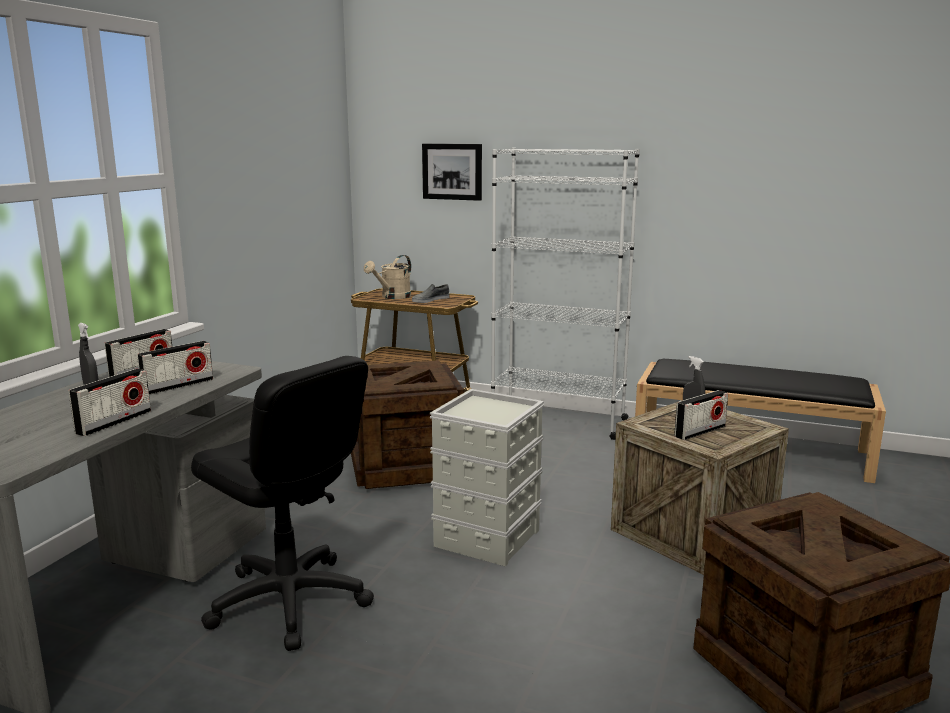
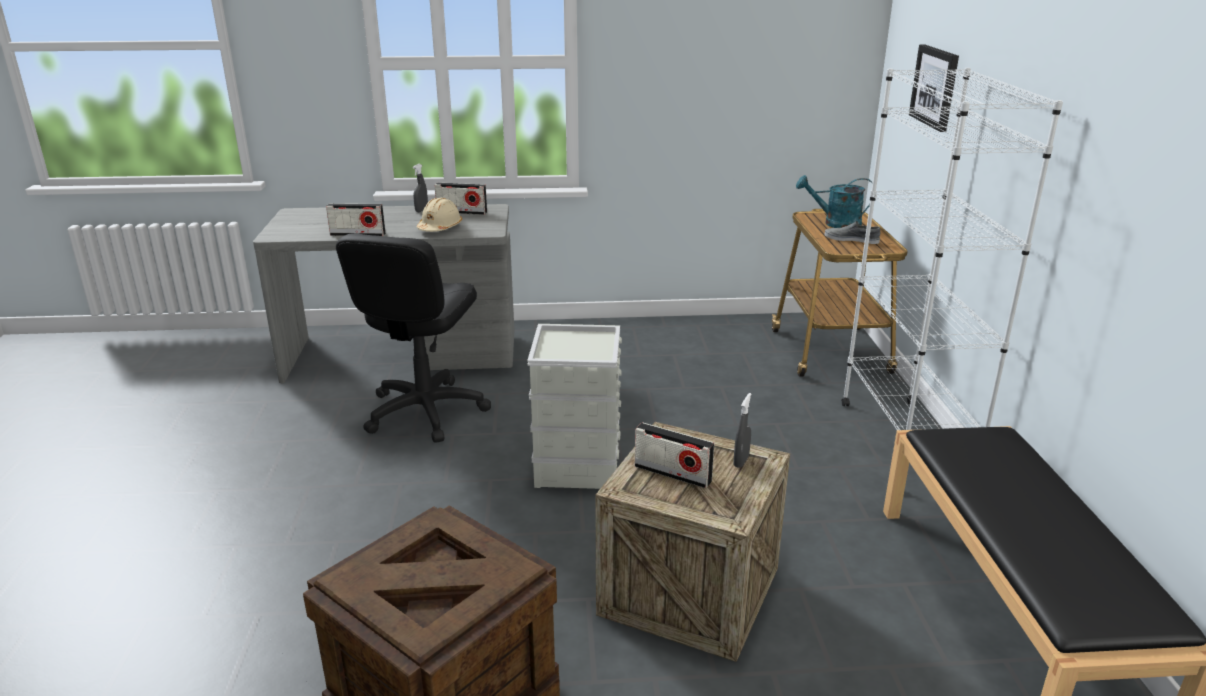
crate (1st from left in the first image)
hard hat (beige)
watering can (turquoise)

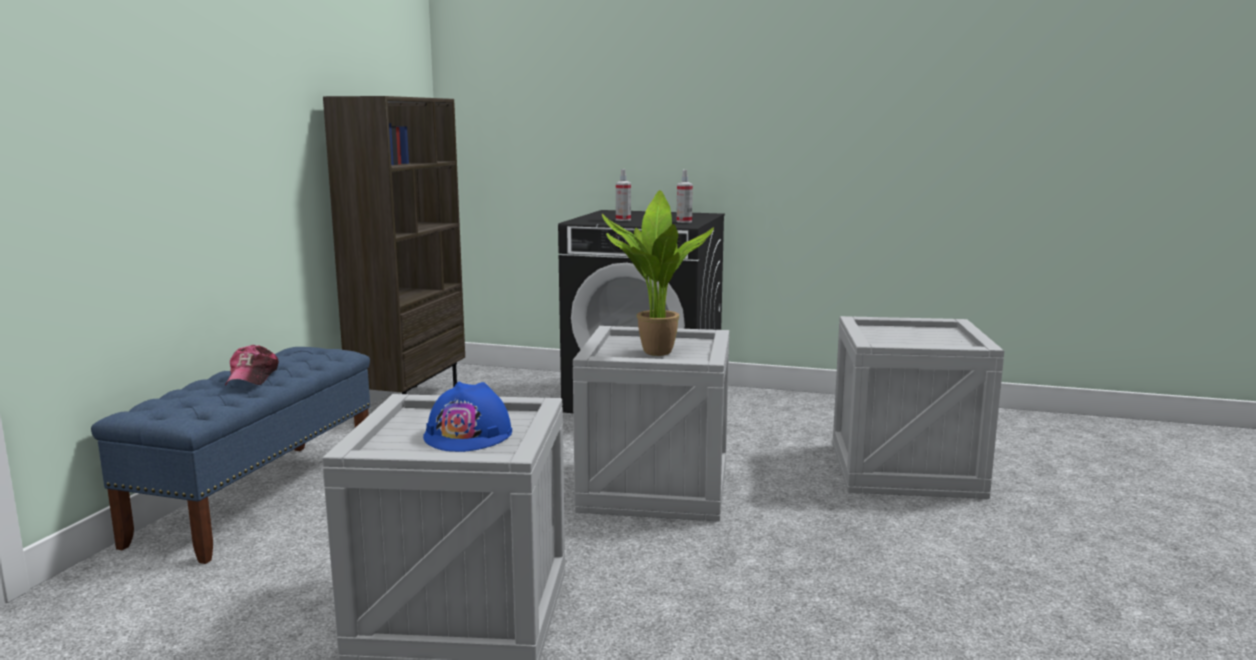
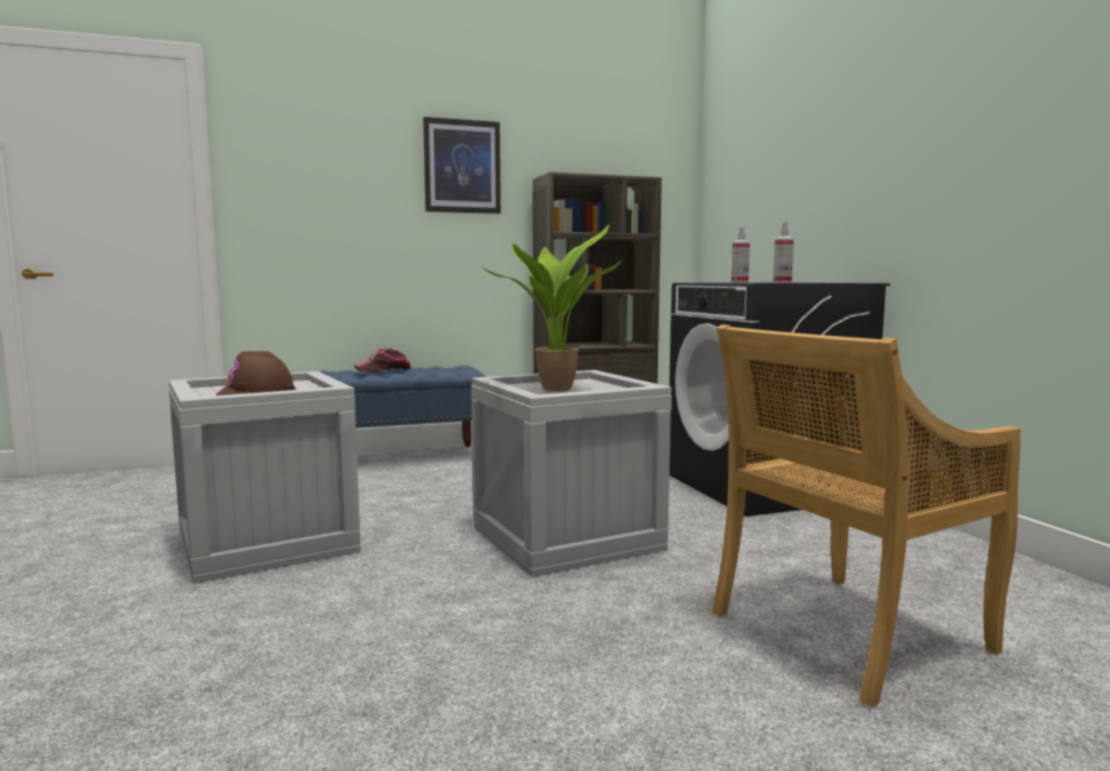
picture
chair (beige)
hard hat (brown)

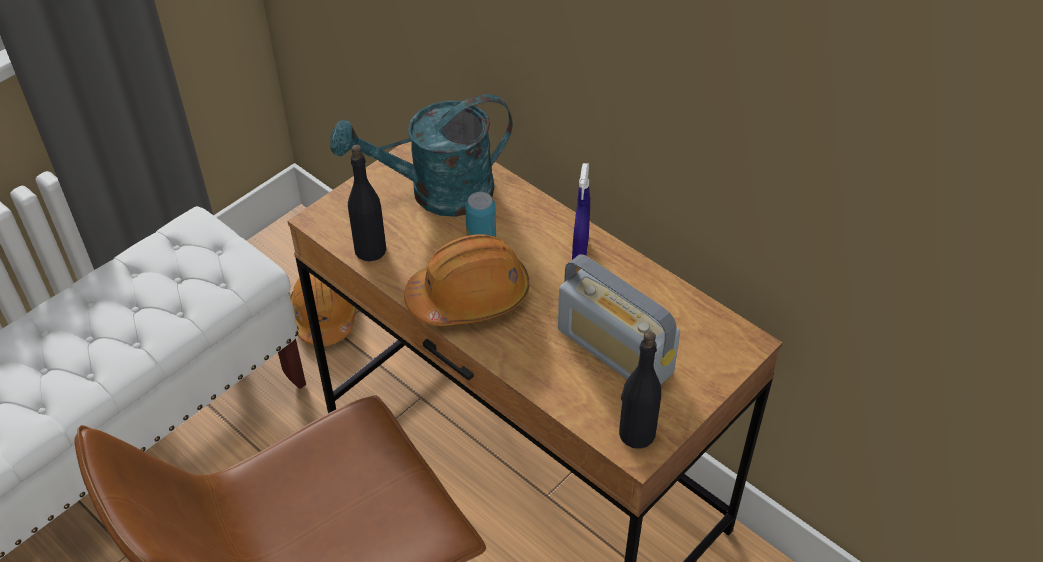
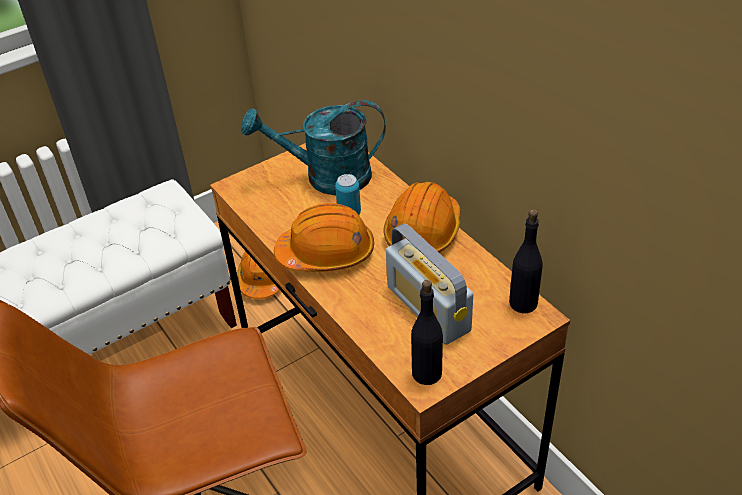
bottle (black) (2nd from left)
hard hat (orange) (3rd from left)

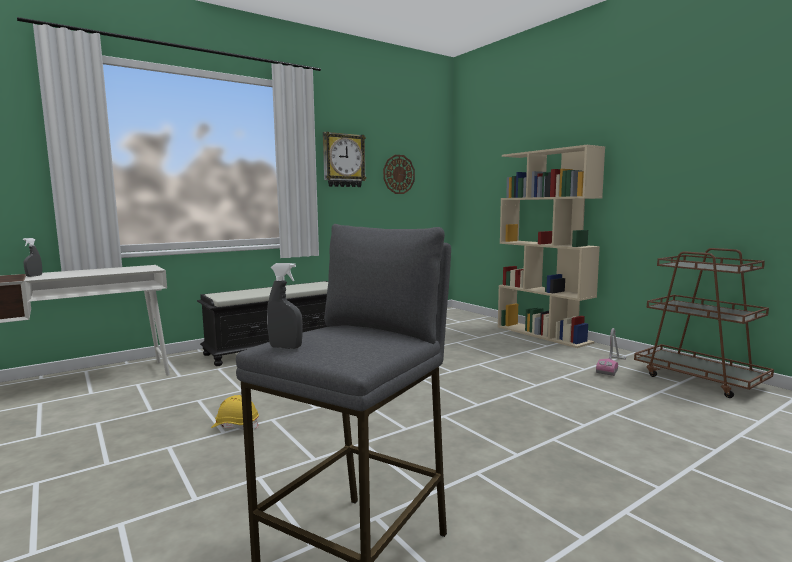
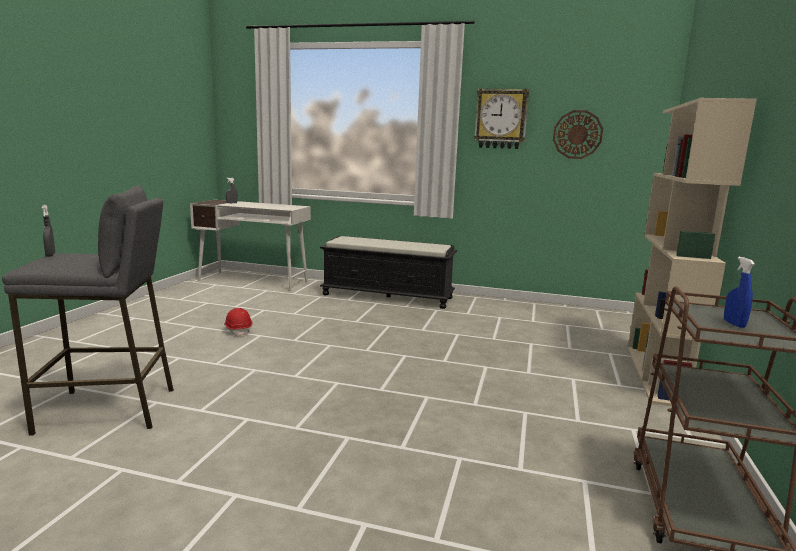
vacuum cleaner
spray bottle (blue)
hard hat (red)

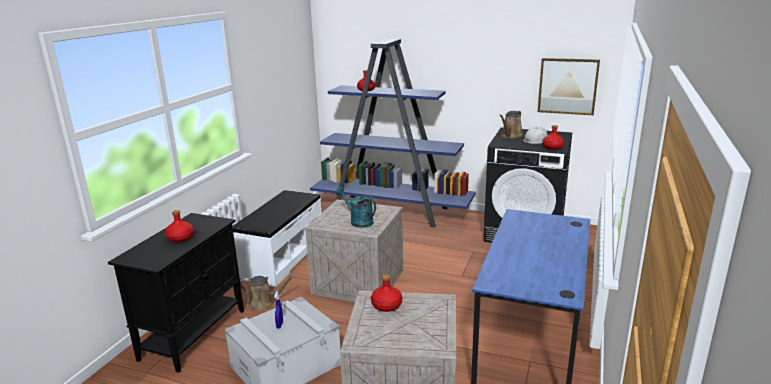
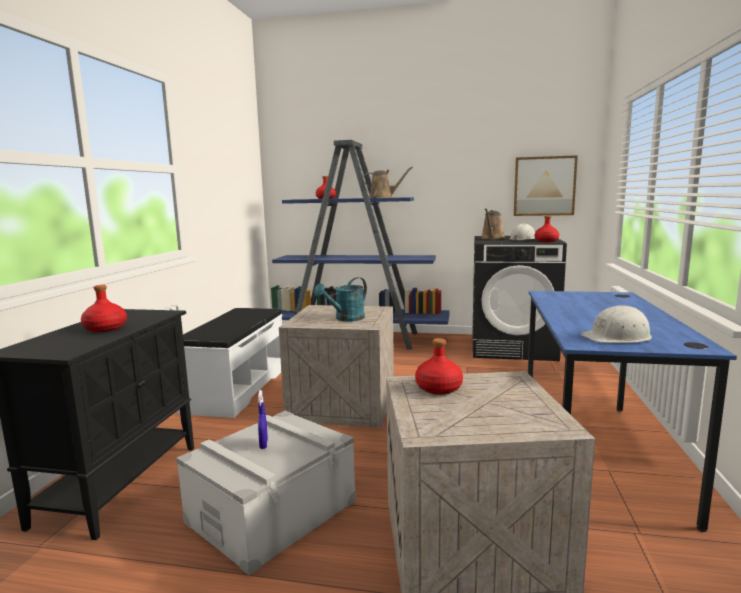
hard hat (white) (2nd from left)
watering can (brown) (1st from left)
watering can (turquoise)

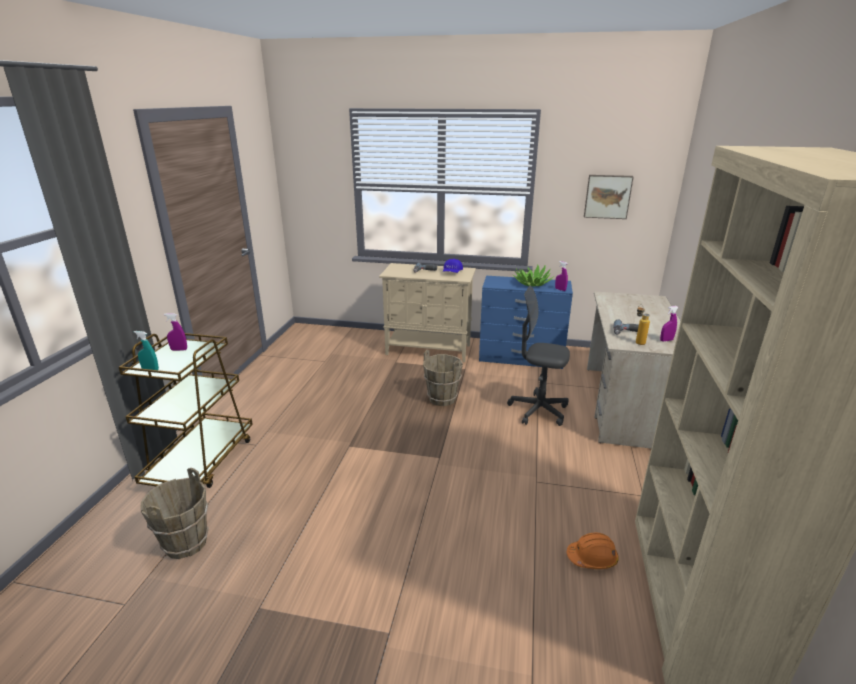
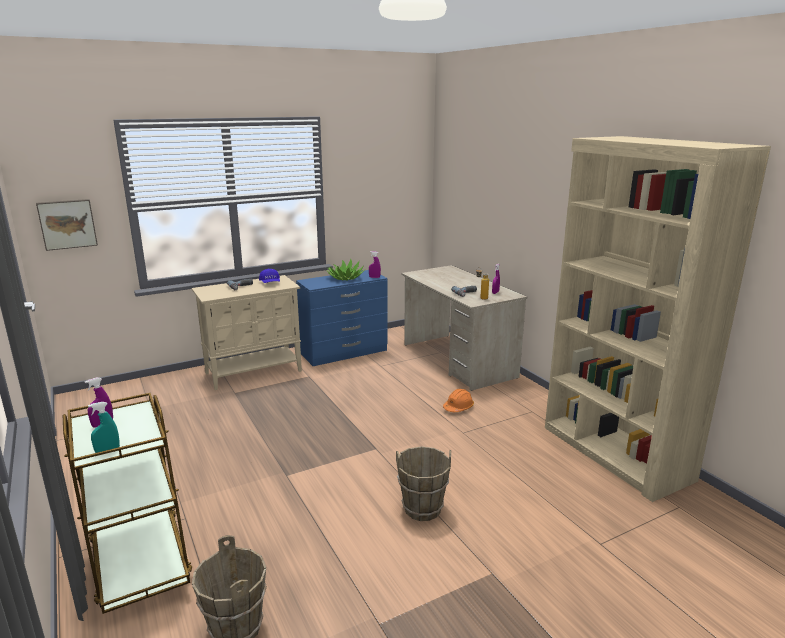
office chair (grey)
bucket (brown) (2nd from left)
hard hat (orange)
picture

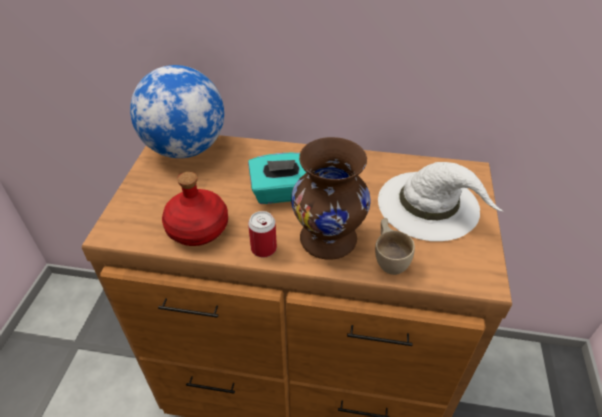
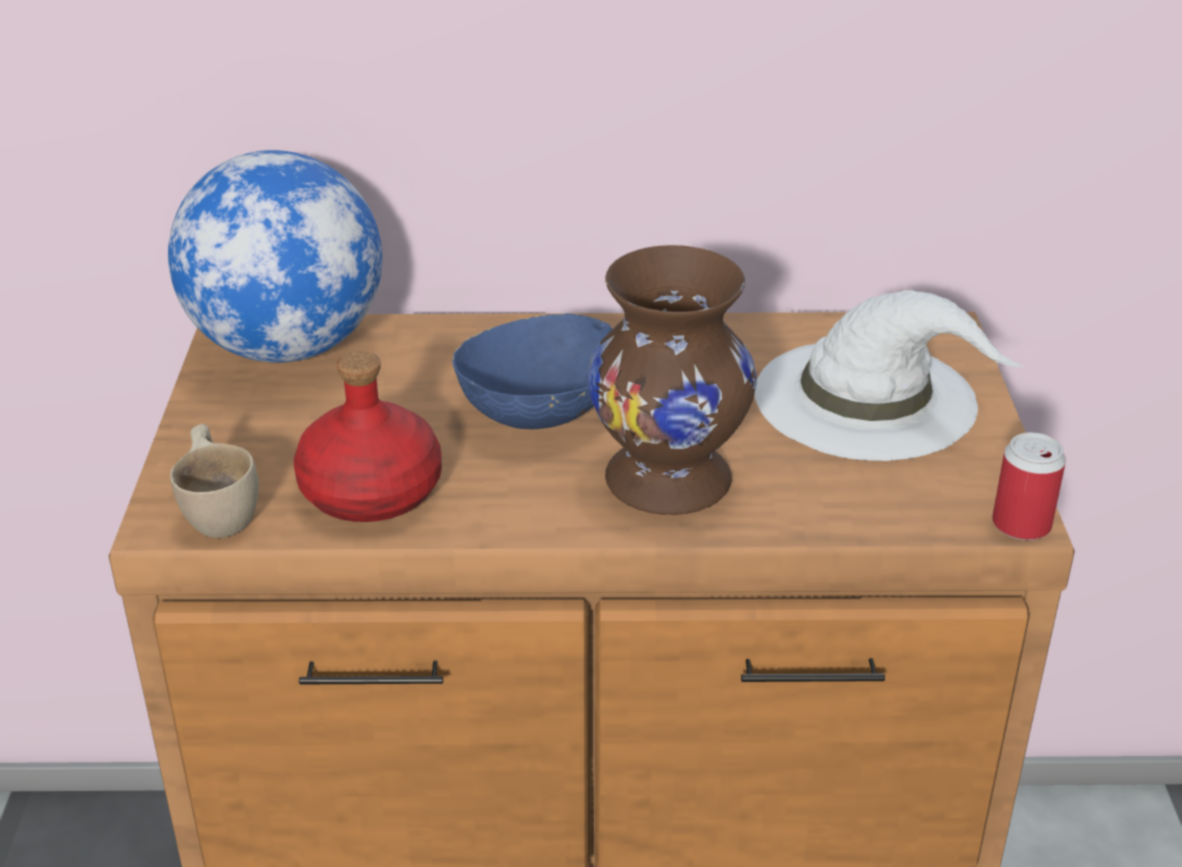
can
cup (beige)
bowl (blue)

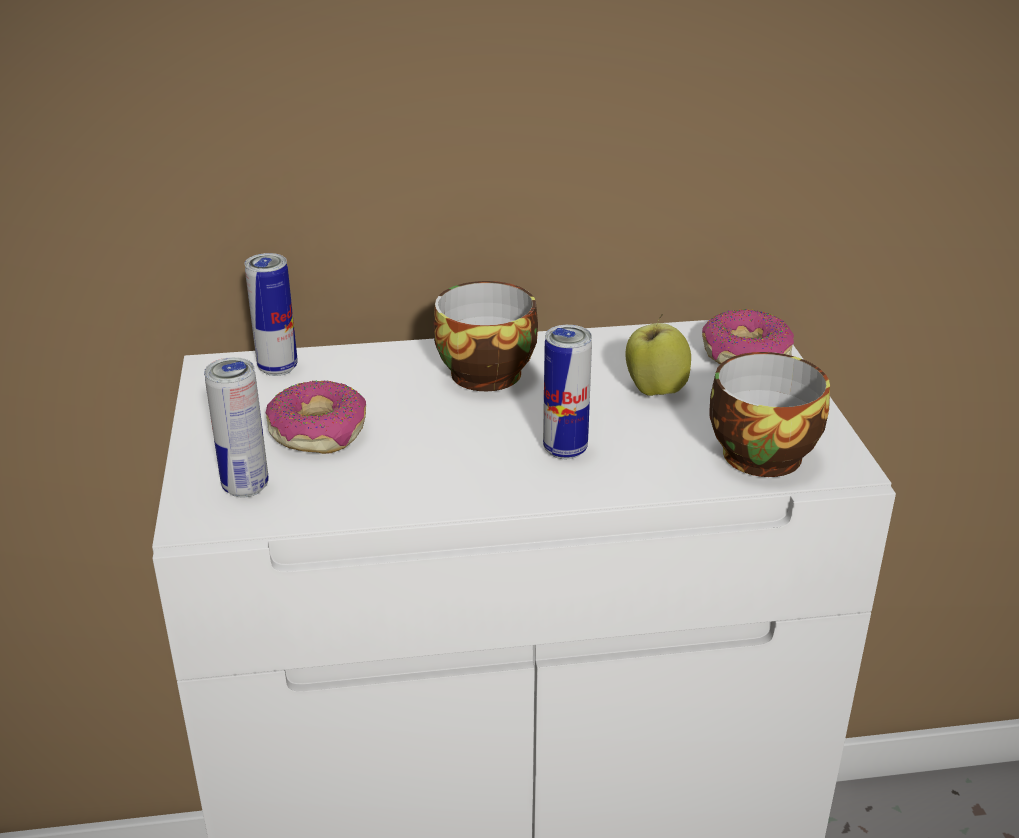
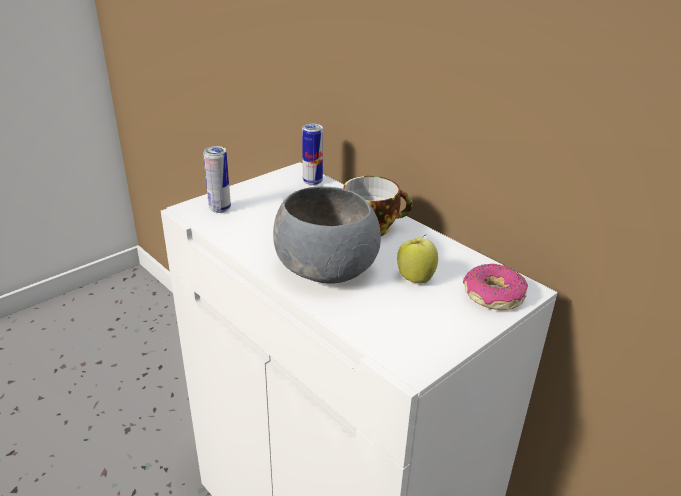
donut (1st from left in the first image)
cup (2nd from left in the first image)
bowl (grey)

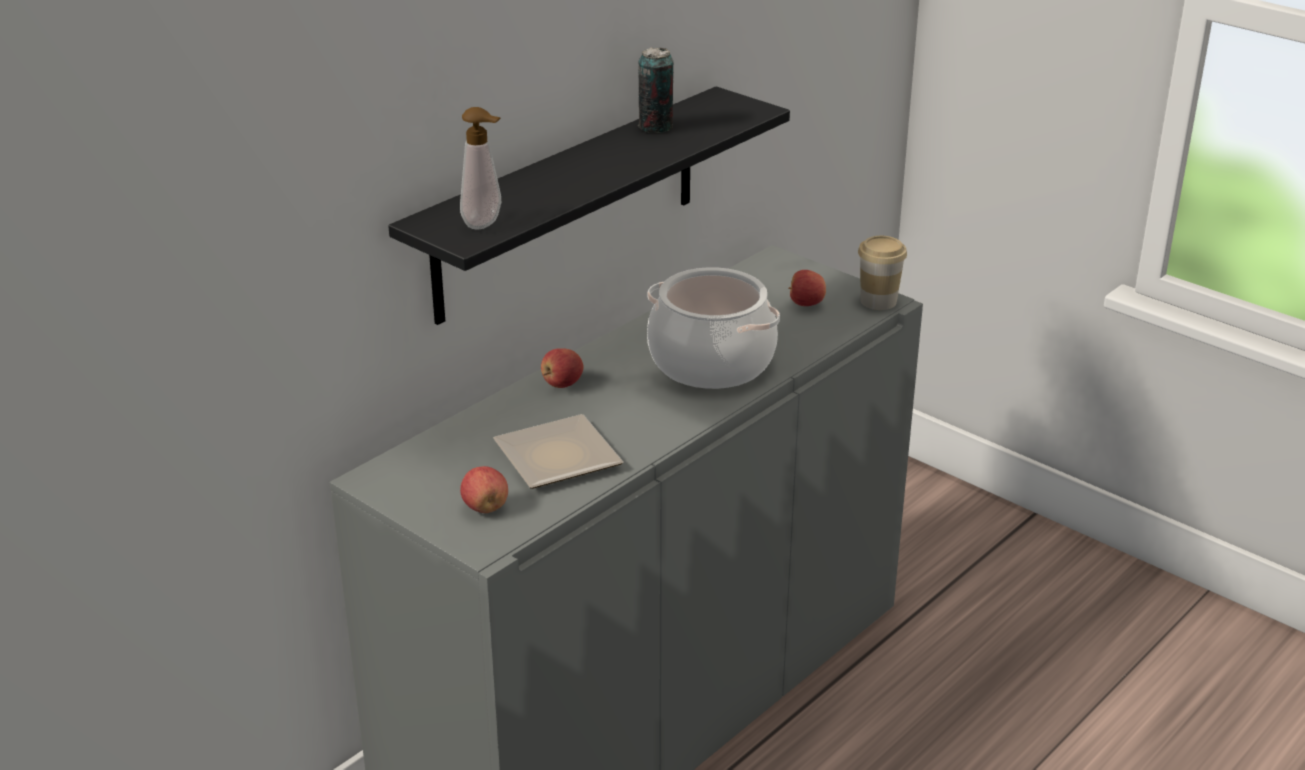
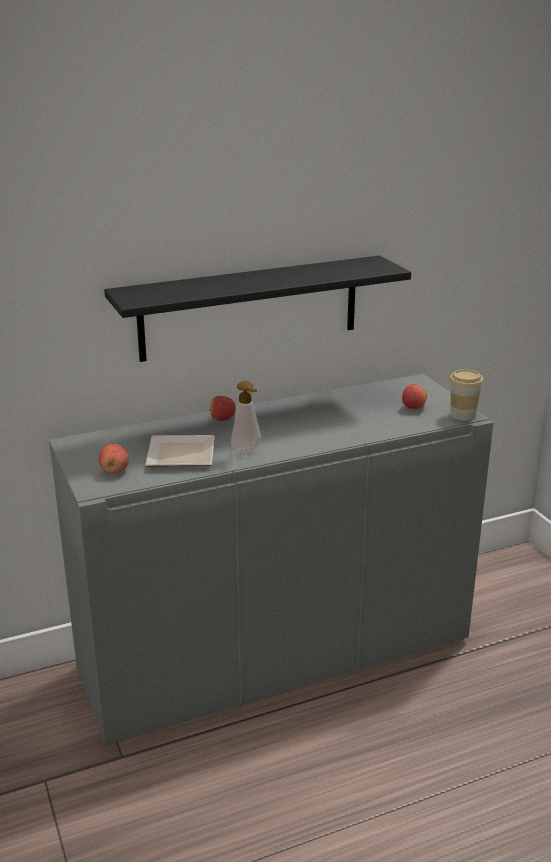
can
cooking pot
soap dispenser

